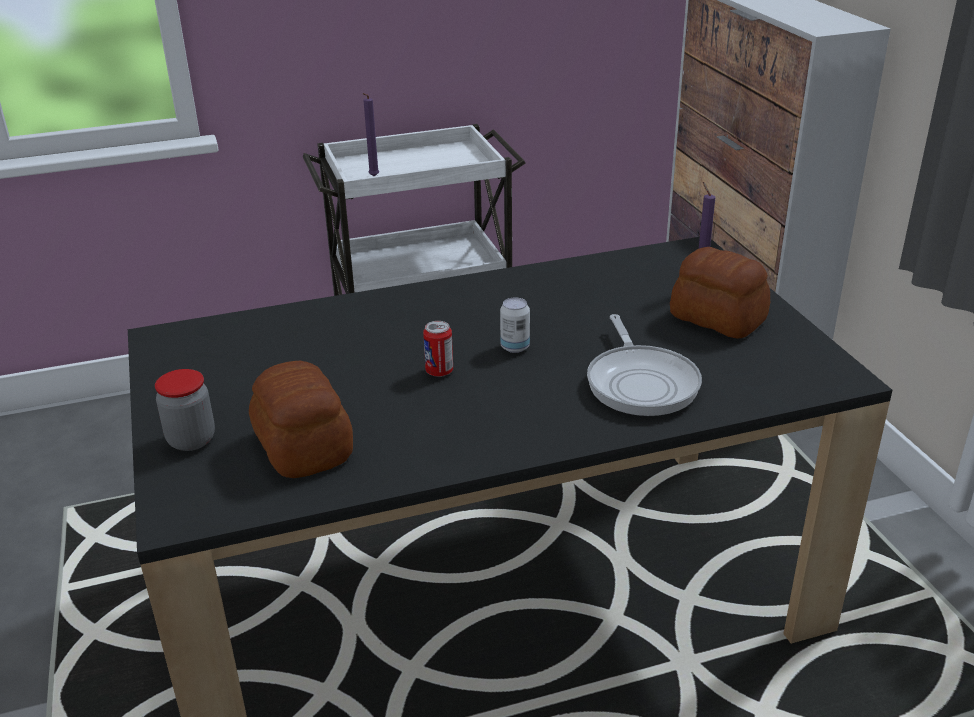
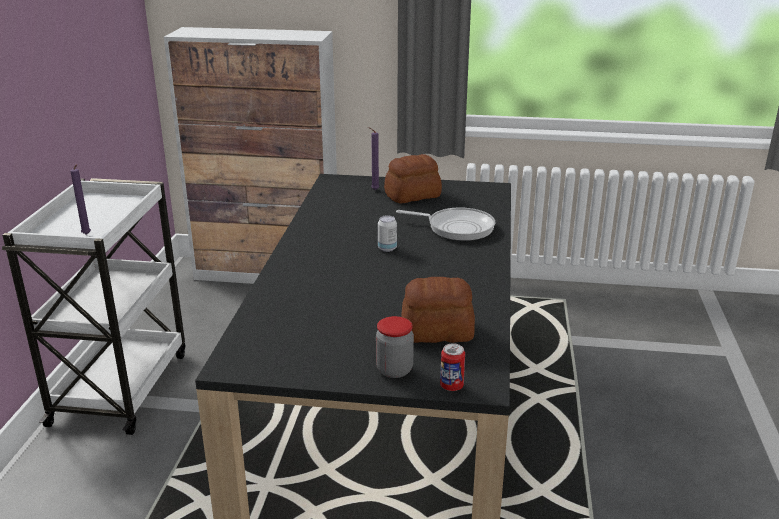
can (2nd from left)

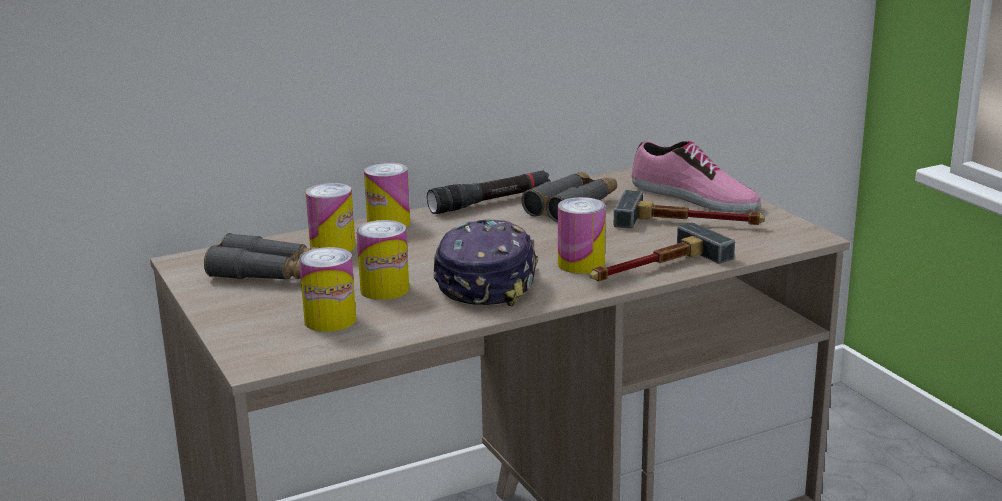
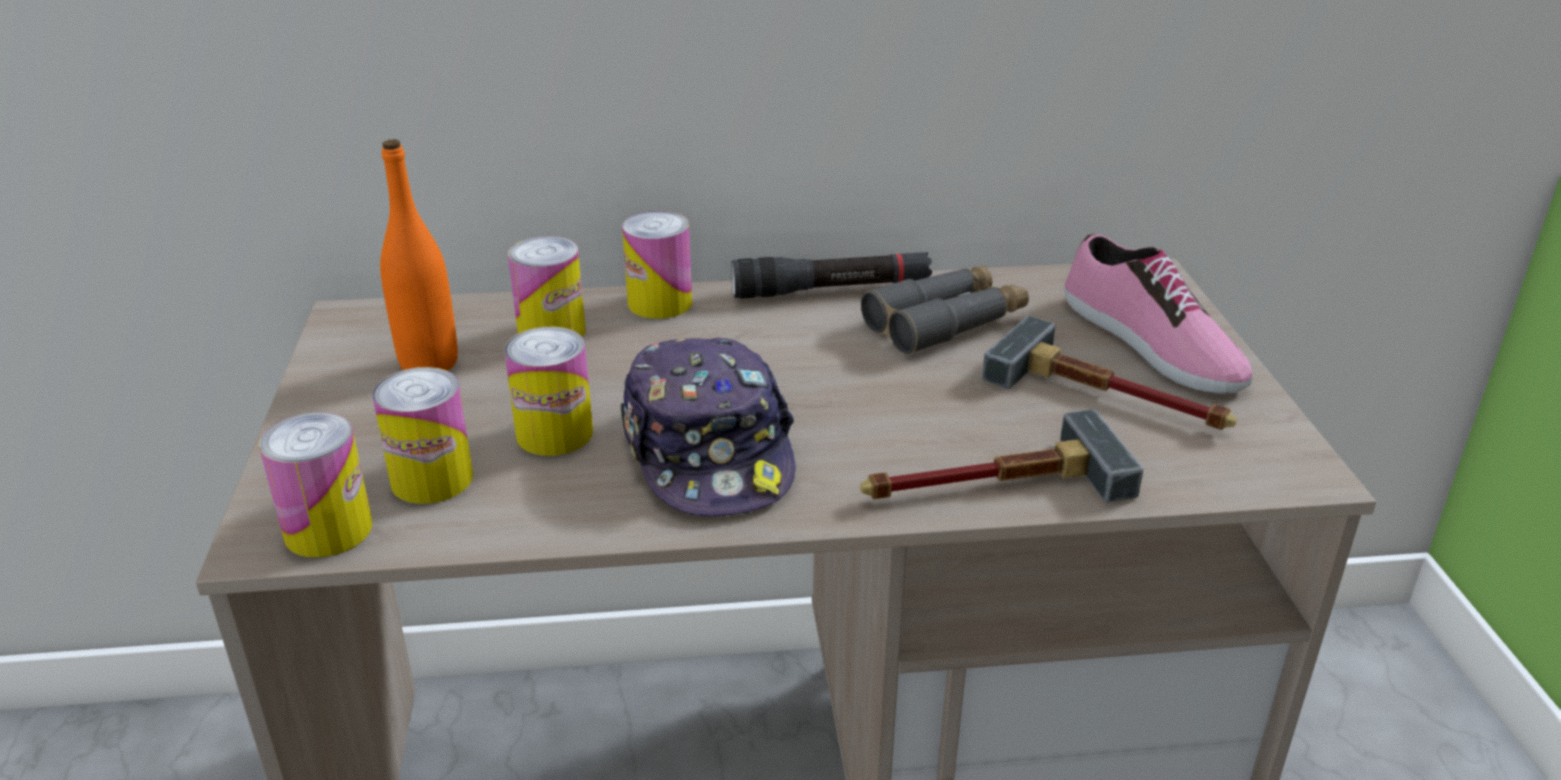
can (1st from left)
bottle (orange)
cap

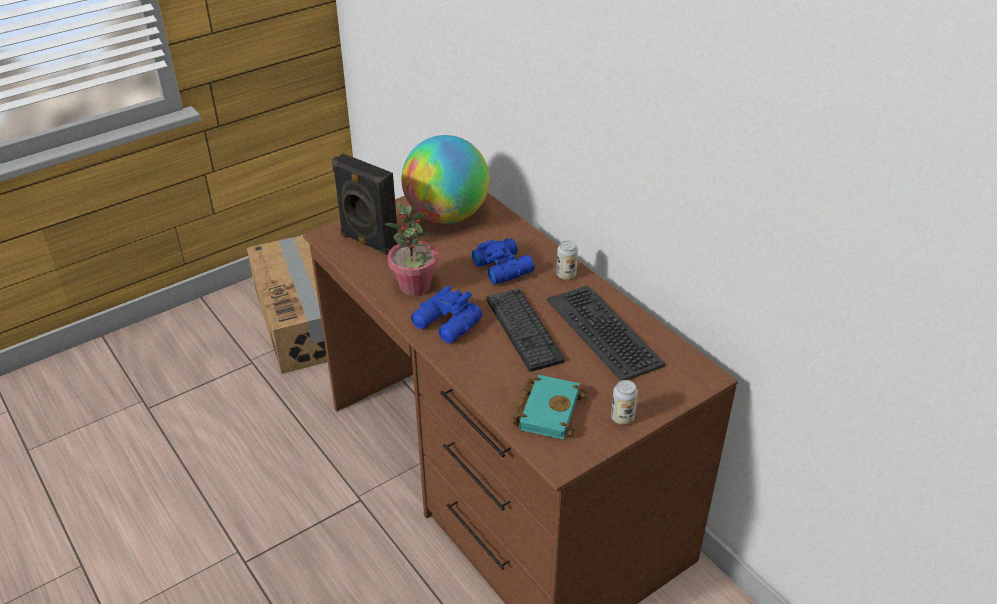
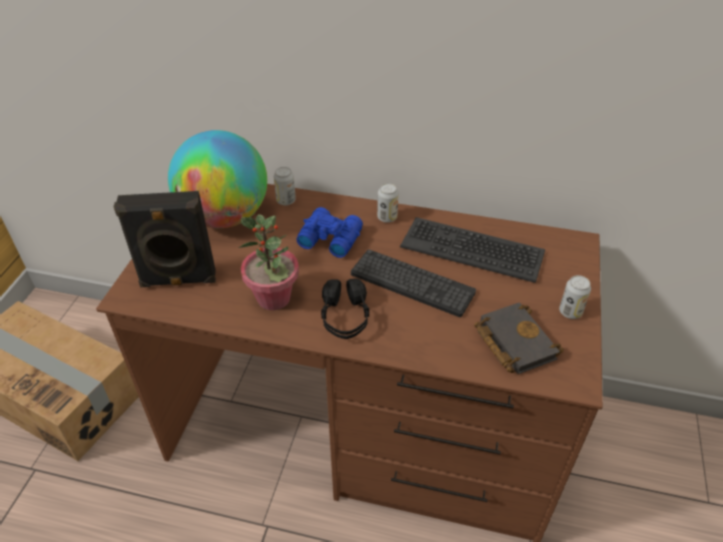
can (1st from left)
headphones (black)
book (black)

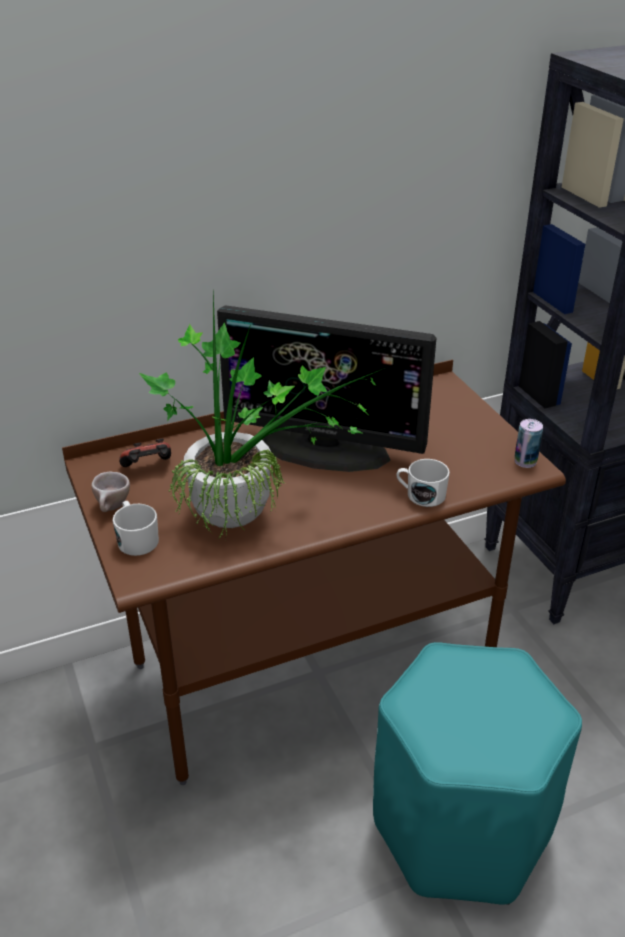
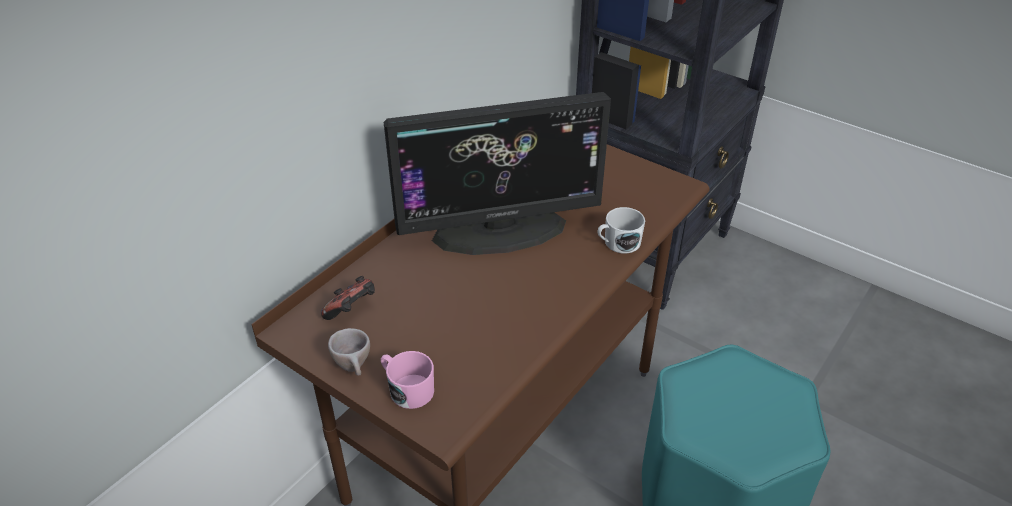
potted plant
can
mug (pink)

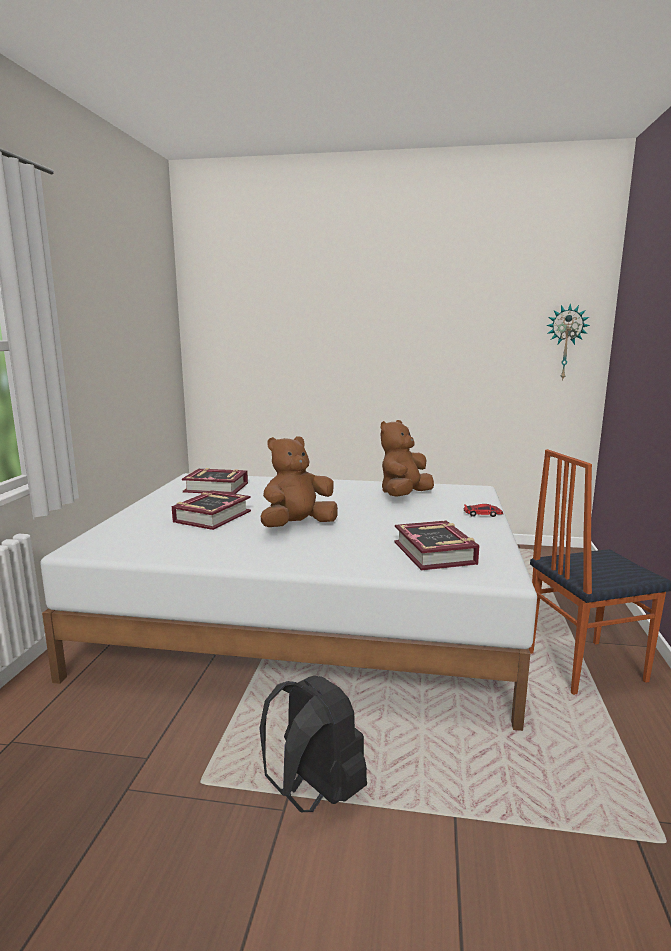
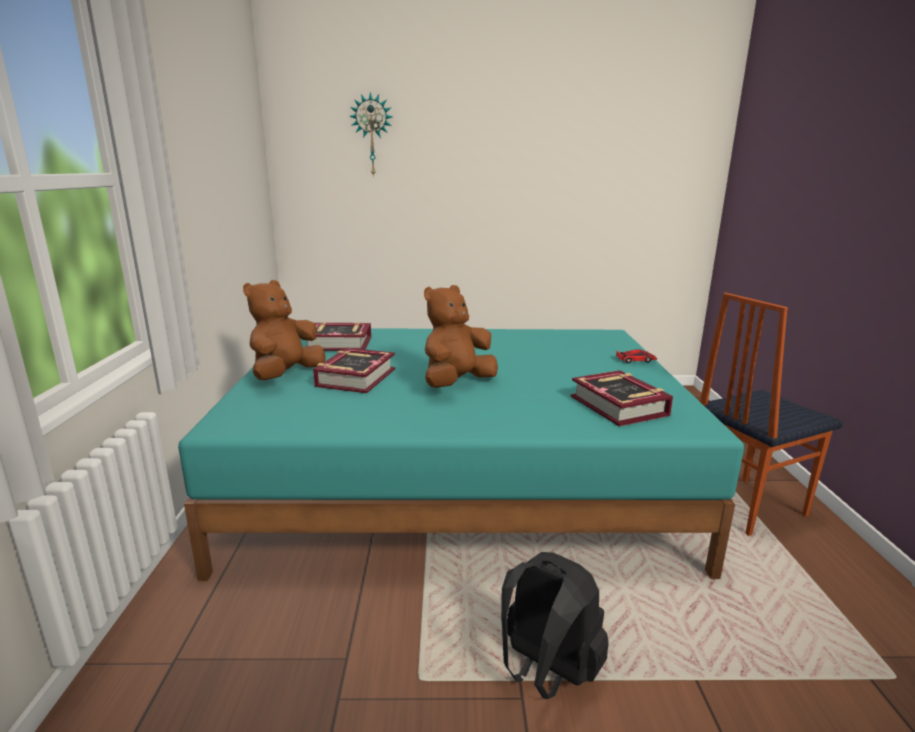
plush toy (brown) (1st from left)
wall clock
bed (turquoise)

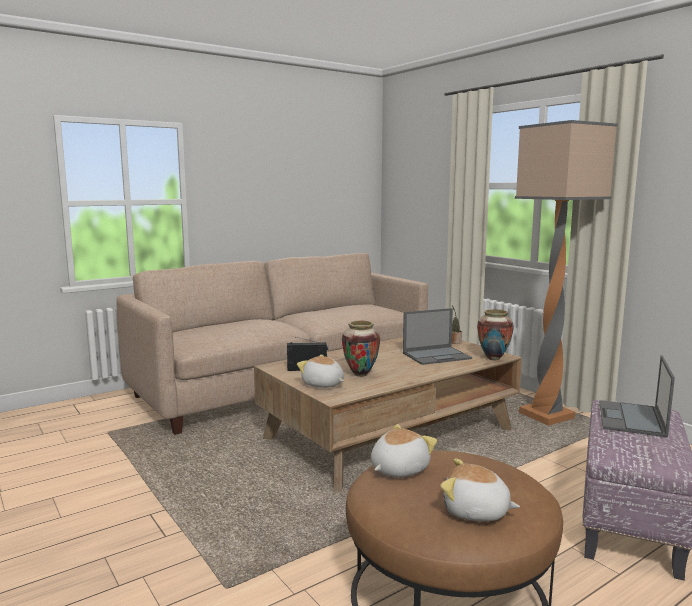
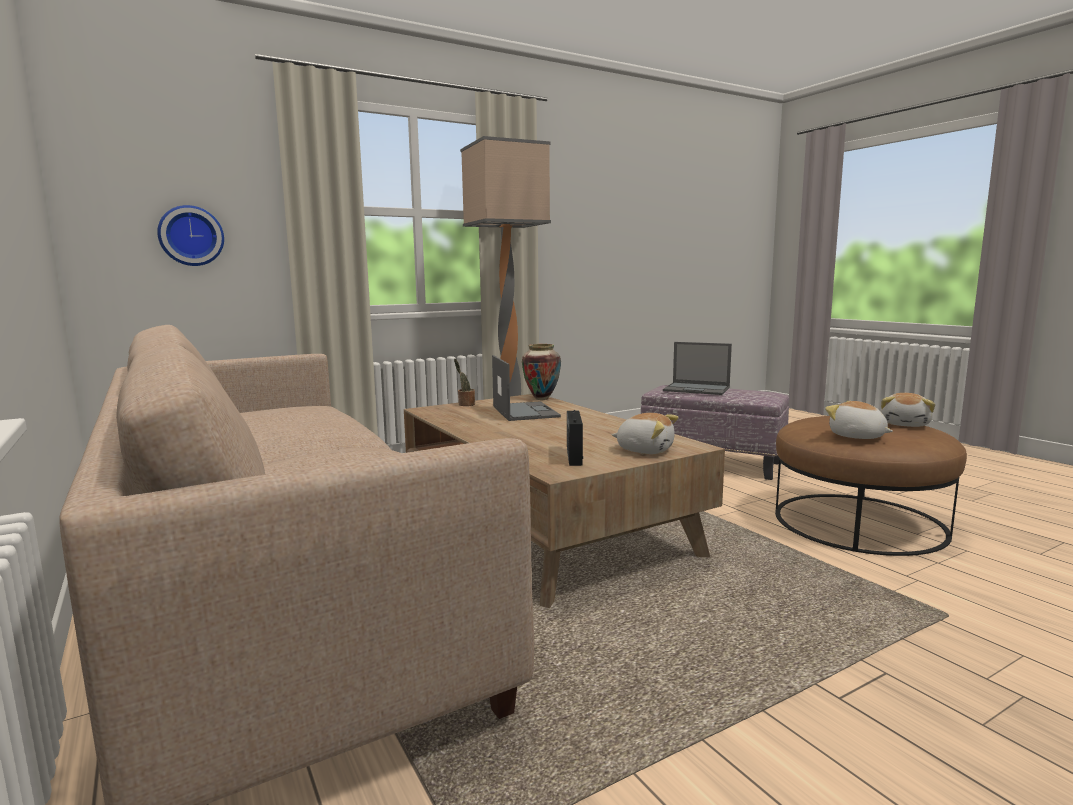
vase (1st from left in the first image)
wall clock
plush toy (1st from left)

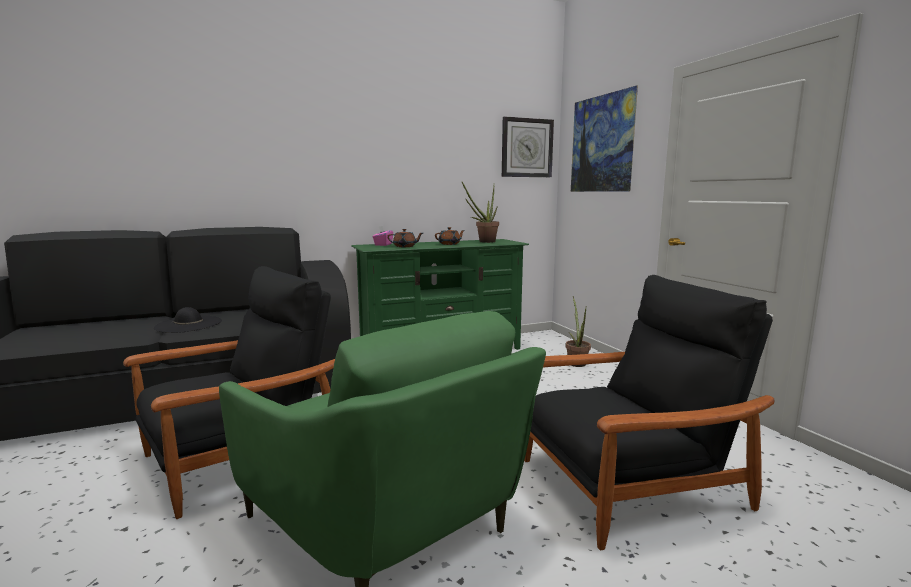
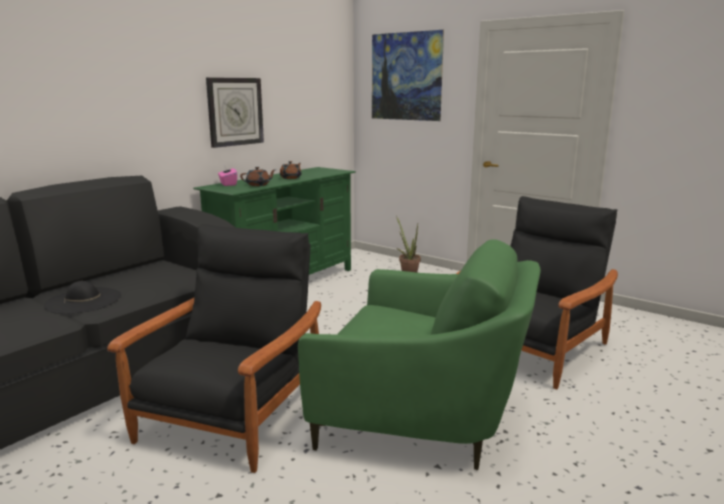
potted plant (1st from left in the first image)
wall clock

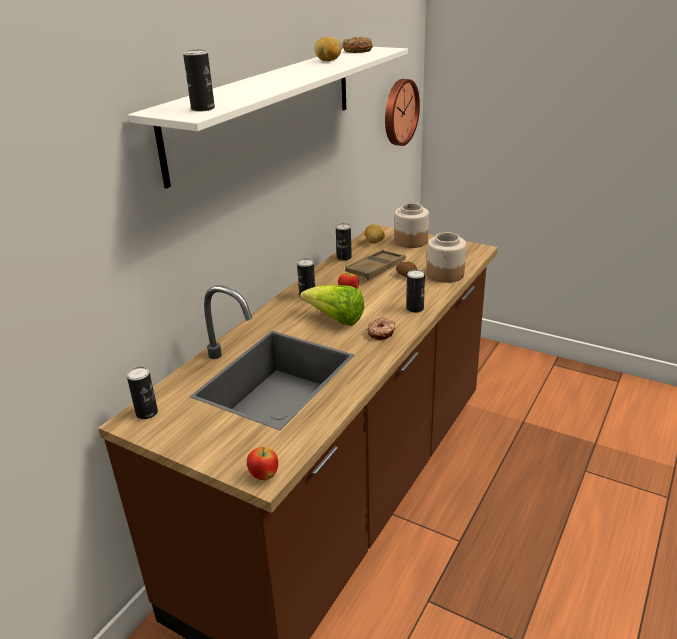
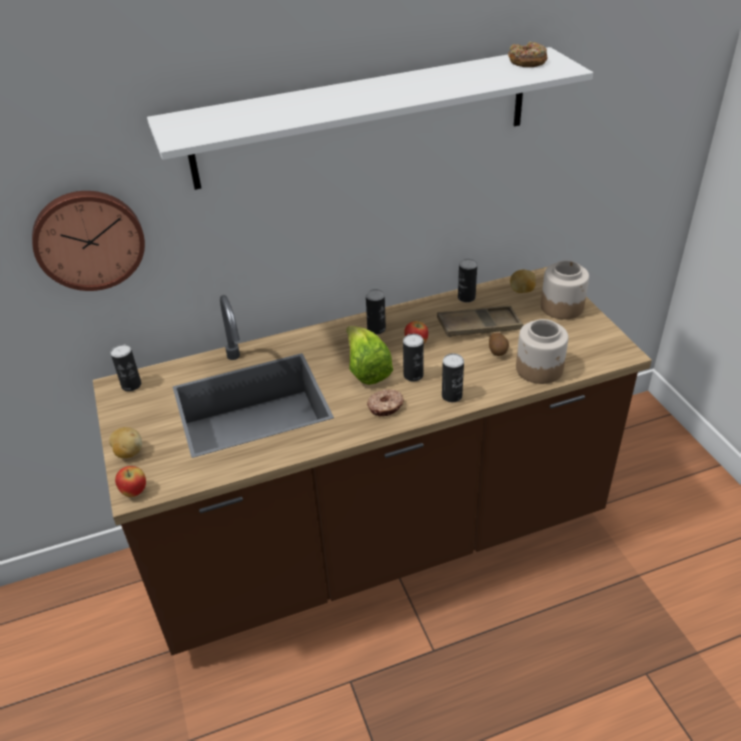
can (3rd from left)
potato (1st from left)
wall clock

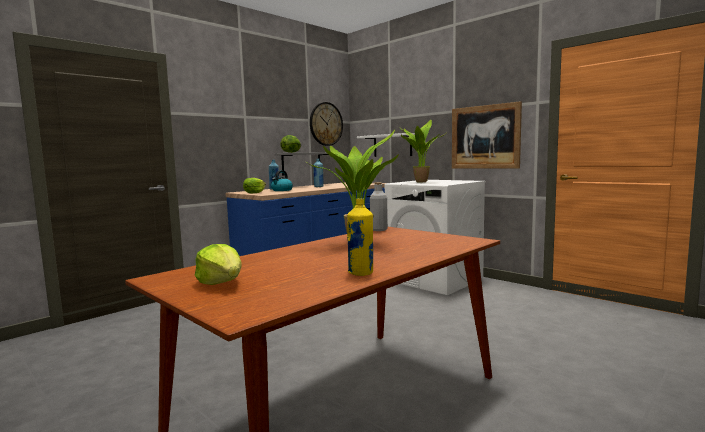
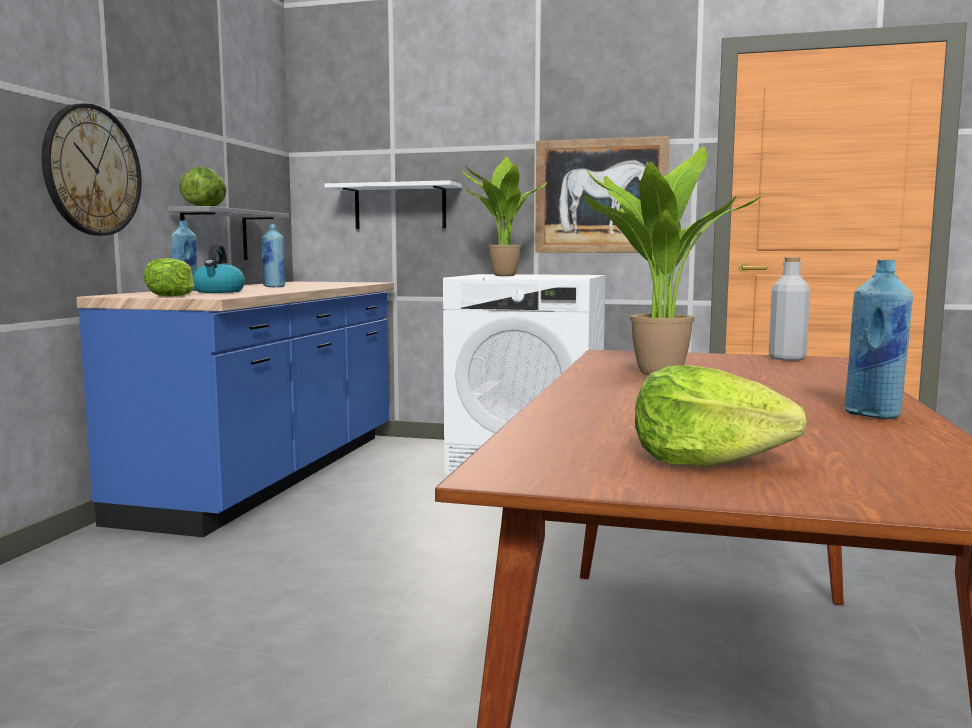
wall clock
bottle (grey)
bottle (blue) (3rd from left)

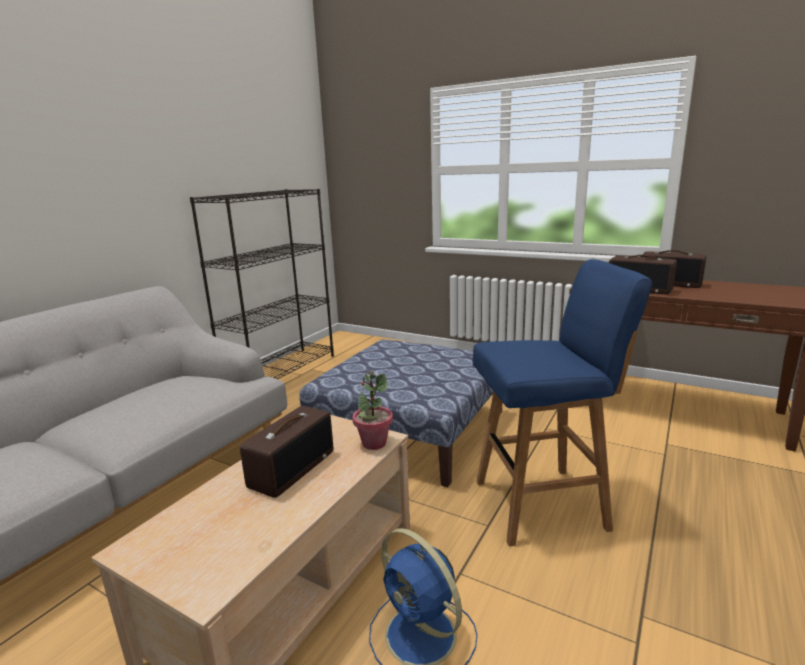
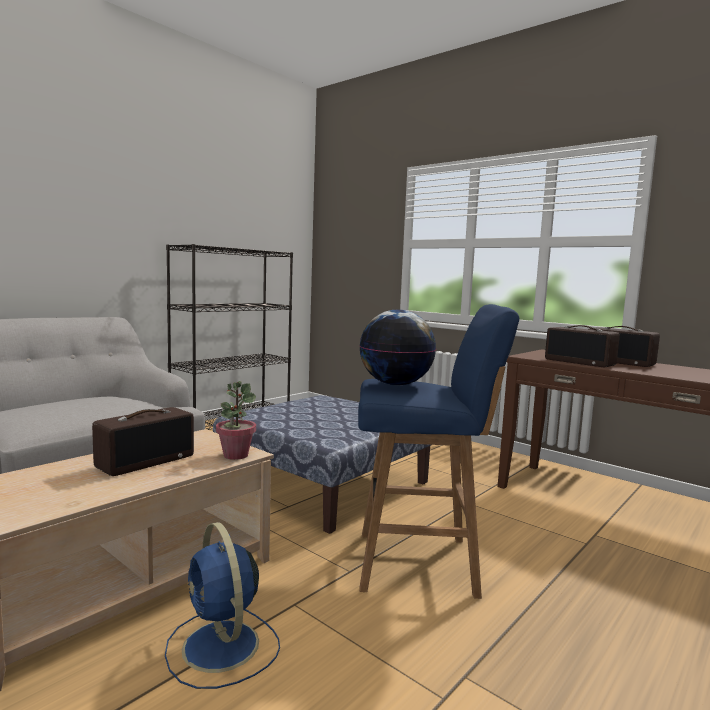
globe

